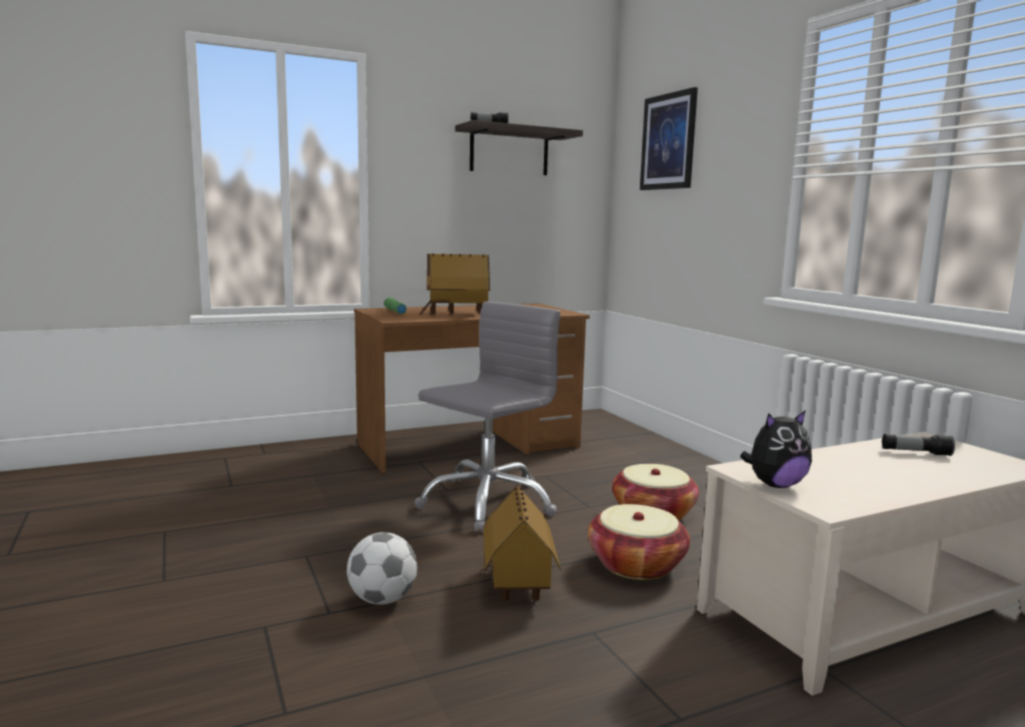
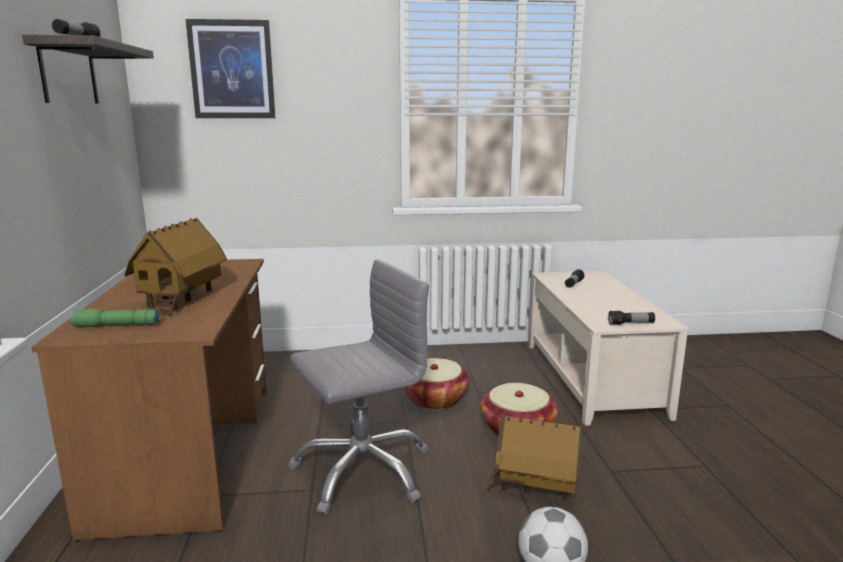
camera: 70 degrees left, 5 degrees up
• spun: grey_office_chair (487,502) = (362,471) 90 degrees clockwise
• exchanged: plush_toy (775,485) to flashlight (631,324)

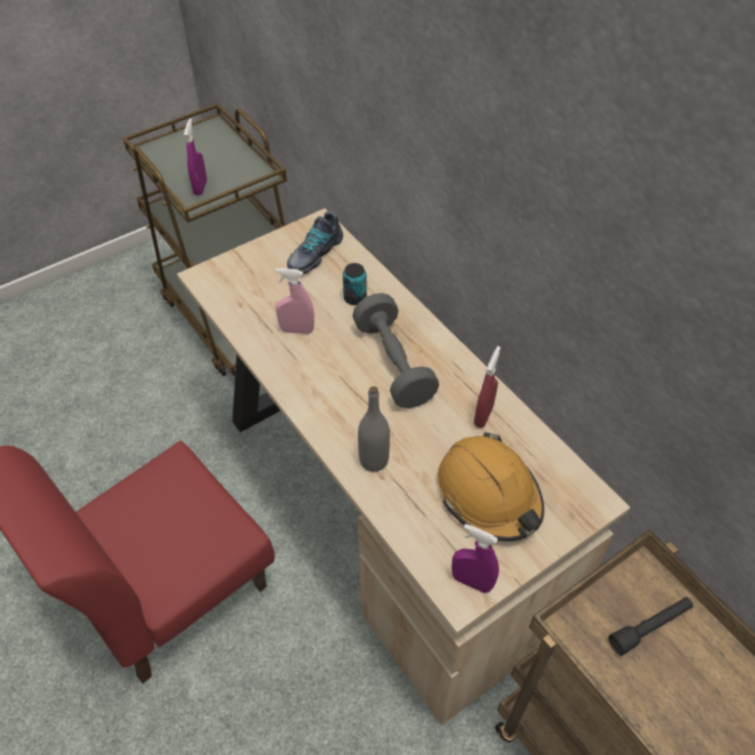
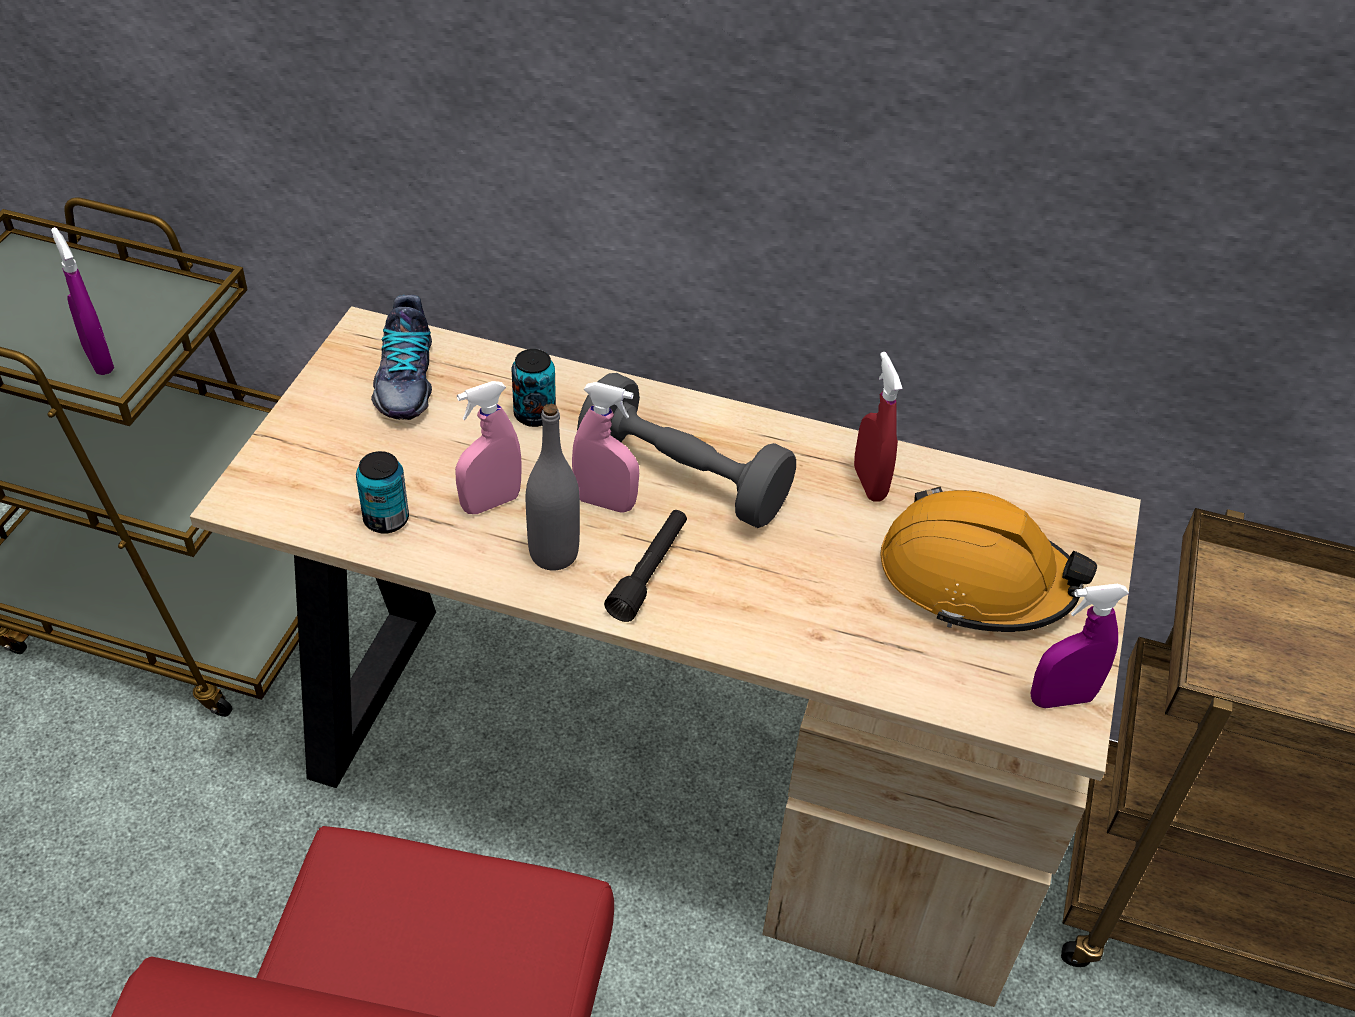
camera: 40 degrees left, 5 degrees down
• relocated: grey_bottle (374,460) to (554,554)
• relocated: black_flashlight (650,627) to (649,572)
• appeared: can (386,519)
• appeared: pink_spray_bottle (605,502)

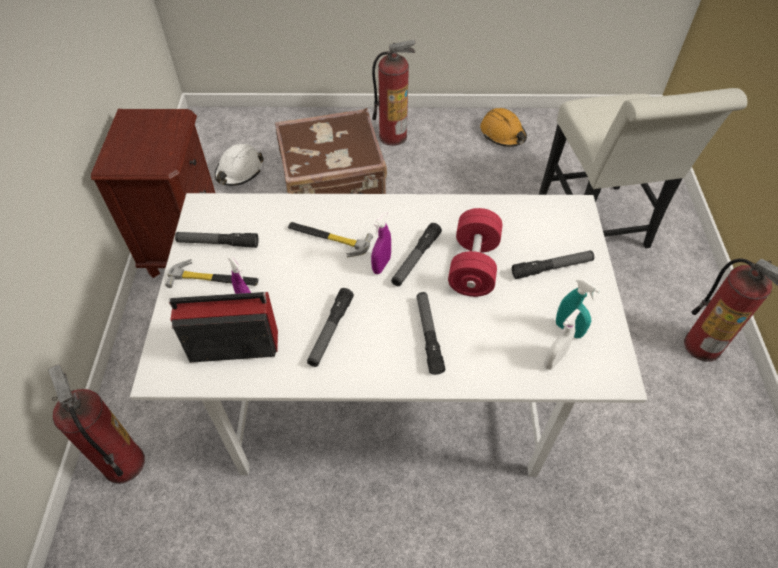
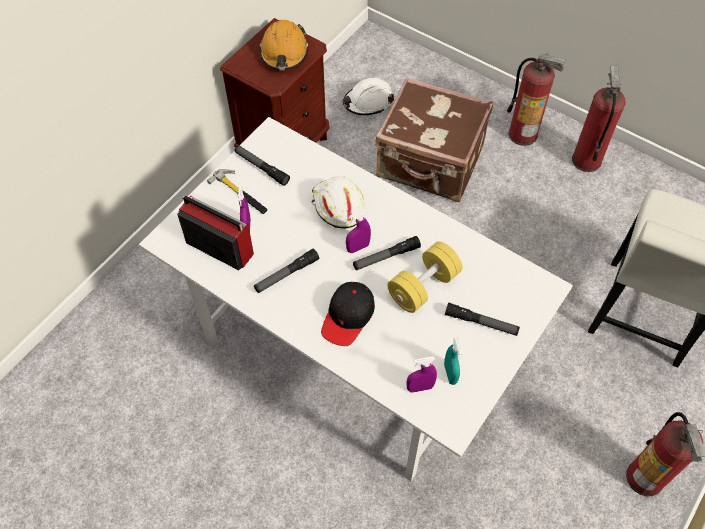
camera: 35 degrees right, 5 degrees up
• relocated: fire_extinguisher (123,463) to (586,160)
• exchanged: hammer (328,239) to white_hard_hat (337,206)
• exchanged: flashlight (428,335) to black_cap (348,317)
• colour: red_dumbbell (473,266) to yellow_dumbbell (423,286)
• relocated: orange_hard_hat (502,134) to (284,53)
• colour: white_spray_bottle (554,360) to purple_spray_bottle (420,387)

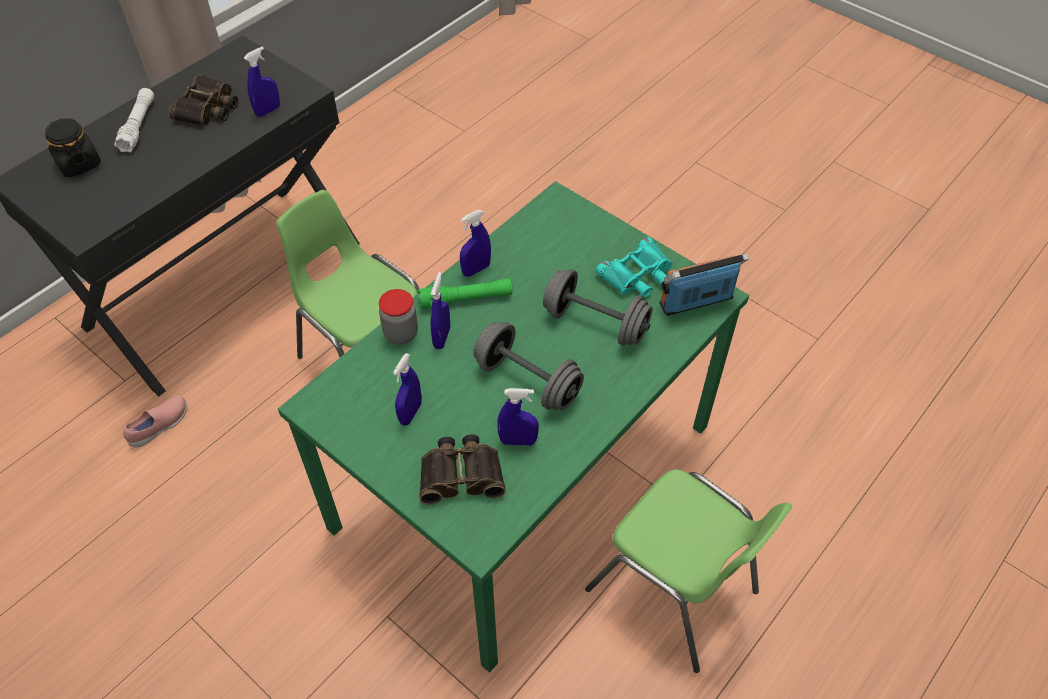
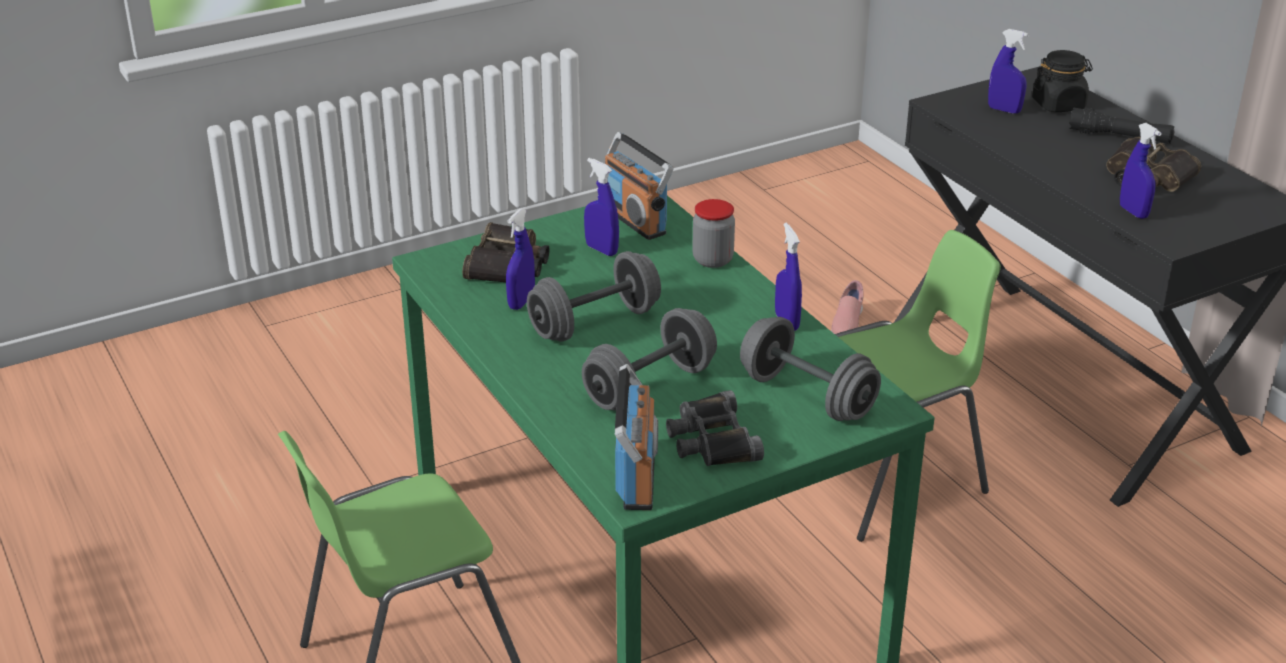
camera: 110 degrees right, 20 degrees down
• colour: white_flashlight (138,126) to black_flashlight (1120,137)
• spun: pink_shoe (160,426) = (846,326) 45 degrees clockwise
• missing: green_flashlight (466,299)
• relocated: blue_spray_bottle (442,337) to (1004,110)
• colour: turquoise_binoculars (638,275) to black_binoculars (711,440)
• appeared: radio (634,219)
• appeared: grey_dumbbell (807,396)

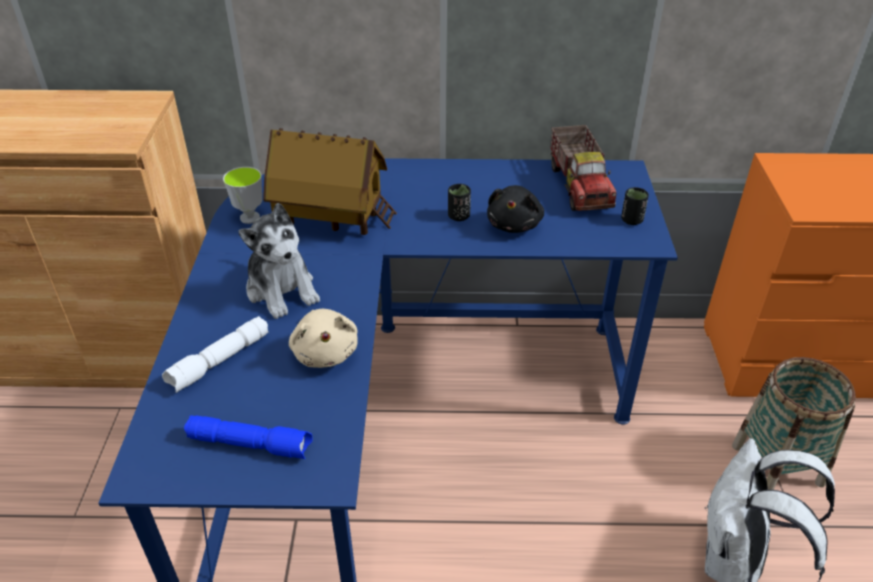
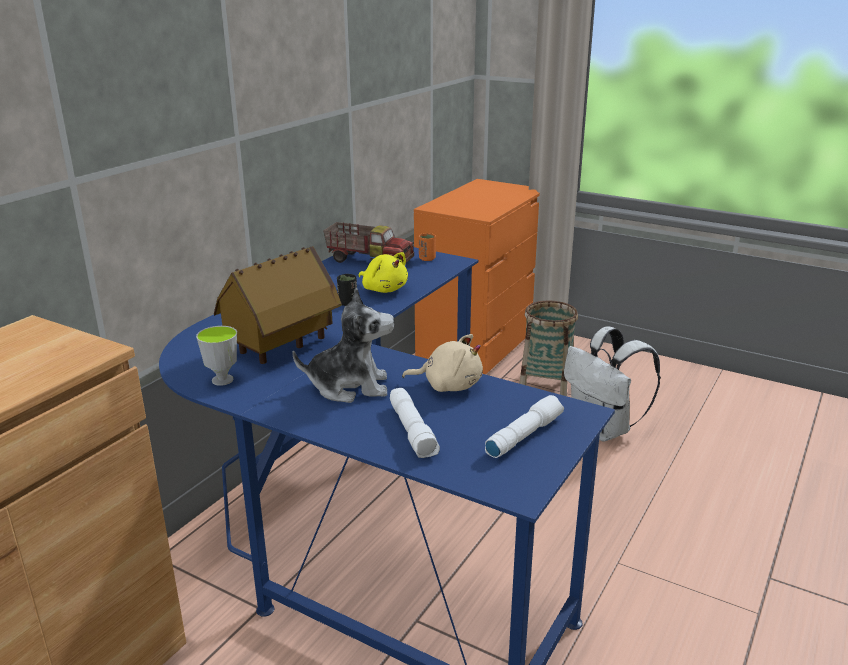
camera: 60 degrees left, 15 degrees down
• colour: blue_flashlight (251,443) to white_flashlight (523,435)
• colour: black_plush_toy (514,224) to yellow_plush_toy (384,289)
• colour: black_cup (631,220) to orange_cup (427,259)

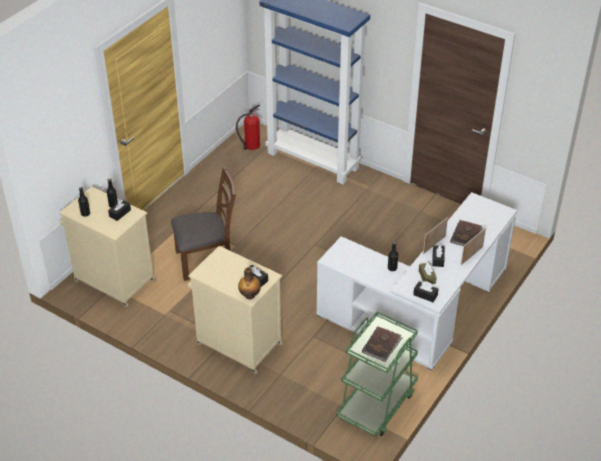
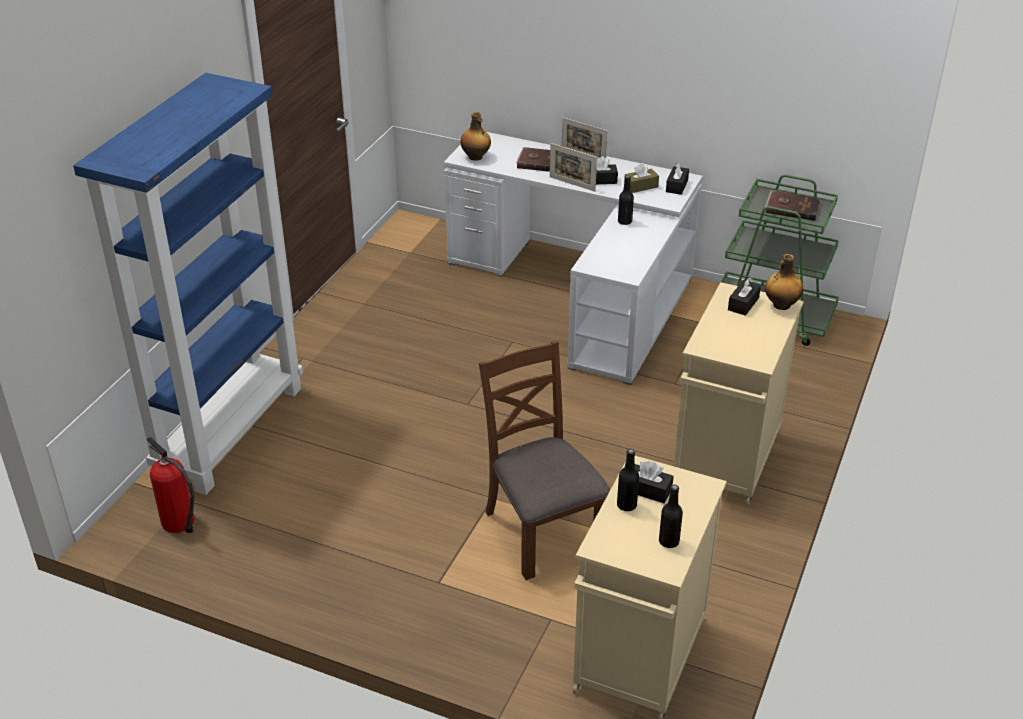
camera: 100 degrees left, 5 degrees down
• appeared: bottle (476,157)

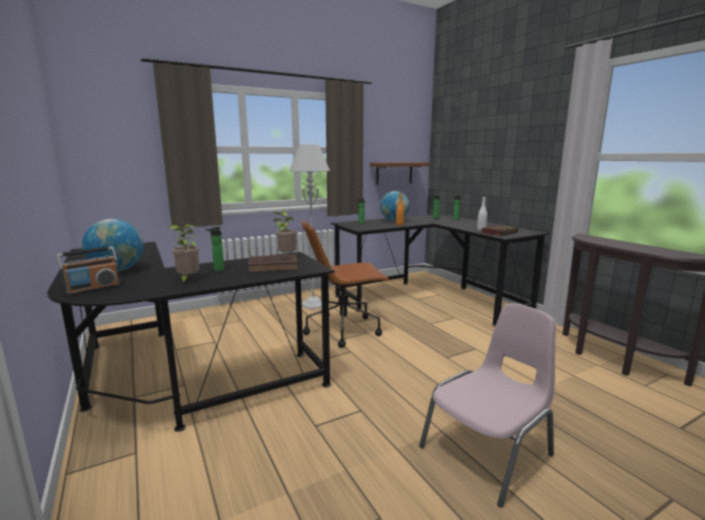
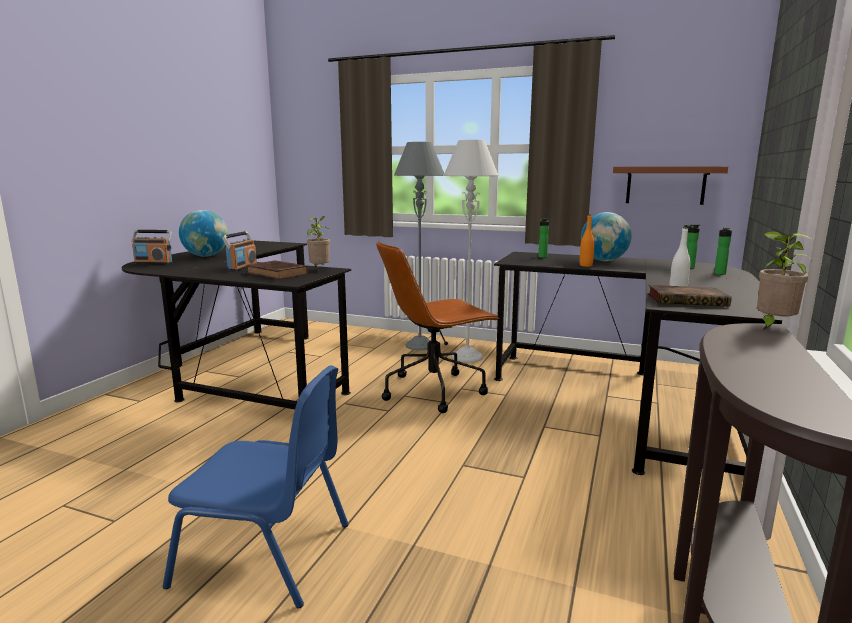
camera: 50 degrees right, 0 degrees up
• relocated: potted_plant (188,280) to (773,326)
• exchanged: bottle (217,270) to radio (242,267)
• spun: brown_office_chair (344,329) = (435,390) 60 degrees counterclockwise
• colour: pink_chair (488,451) to blue_chair (266,554)
• appeared: grey_floor_lamp (420,345)

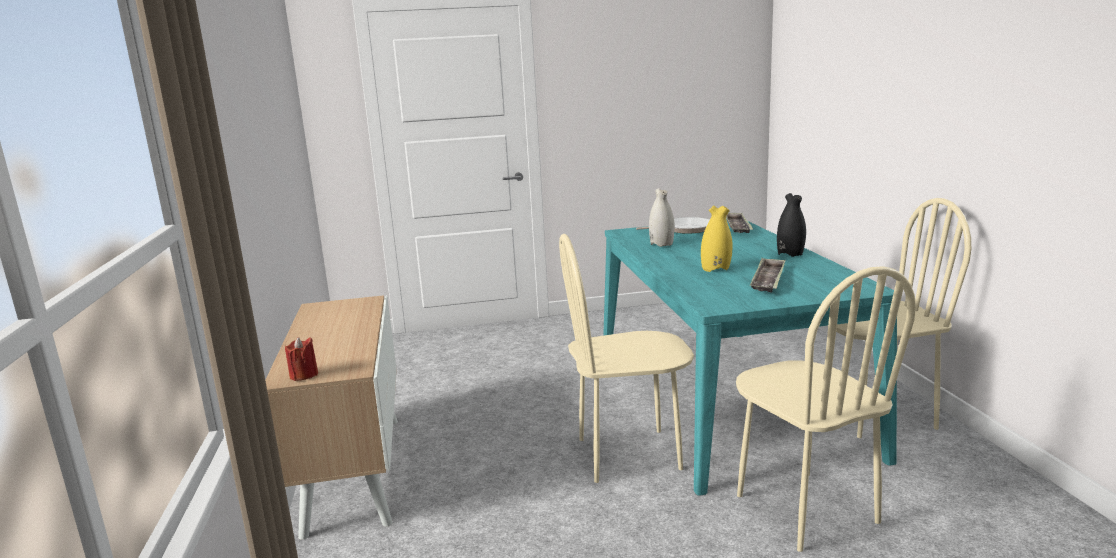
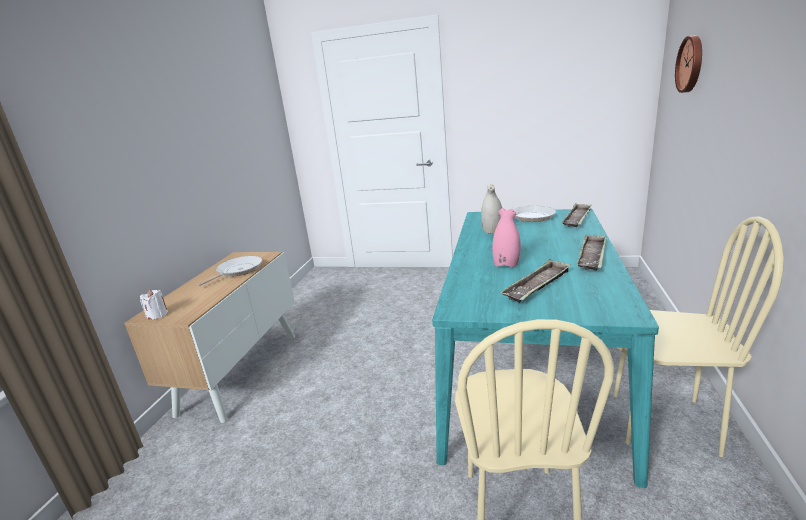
camera: 25 degrees right, 5 degrees up
• colour: red_candle (304,375) to white_candle (157,315)
• missing: beige_chair (629,454)
• colour: yellow_vase (716,269) to pink_vase (506,264)
• exchanged: black_vase (790,254) to tray (592,256)
• appeared: frying_pan (237,270)
• appeared: wall_clock (691,64)

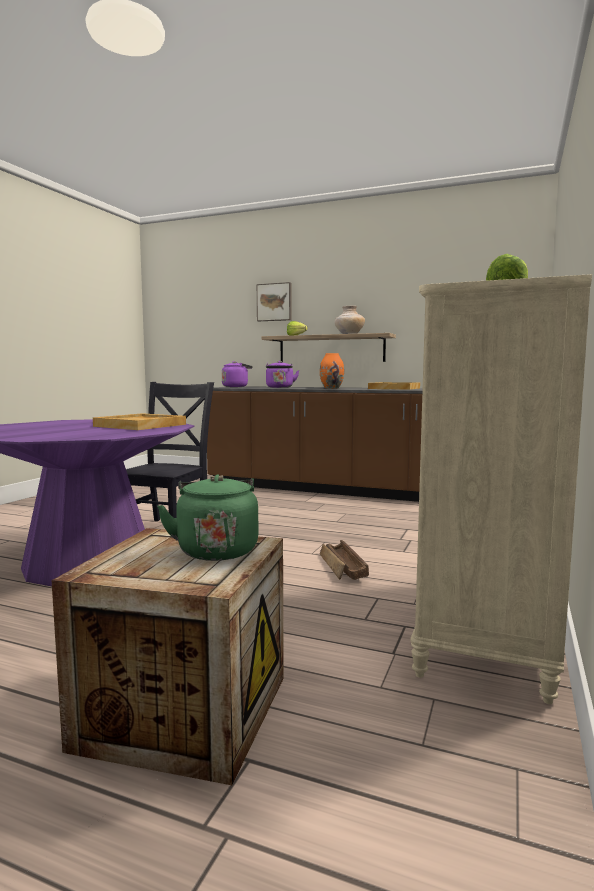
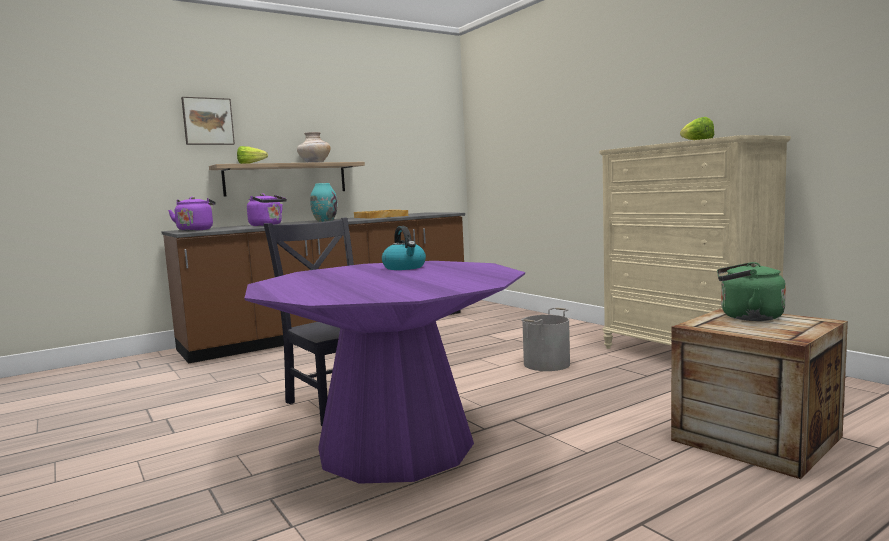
camera: 55 degrees left, 0 degrees up
• exchanged: beige_tray (141,425) to kettle (405,267)
• colour: orange_vase (331,388) to turquoise_vase (325,221)
• exchanged: crate (343,568) to grey_bucket (547,364)

